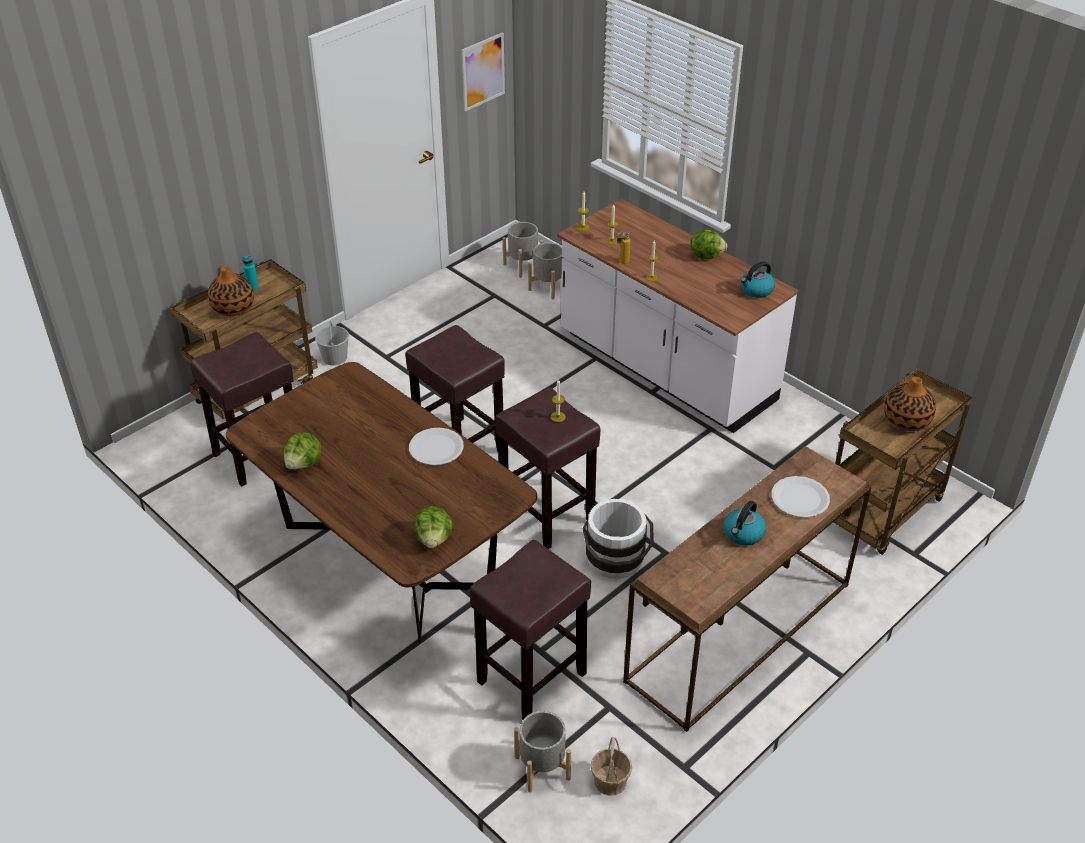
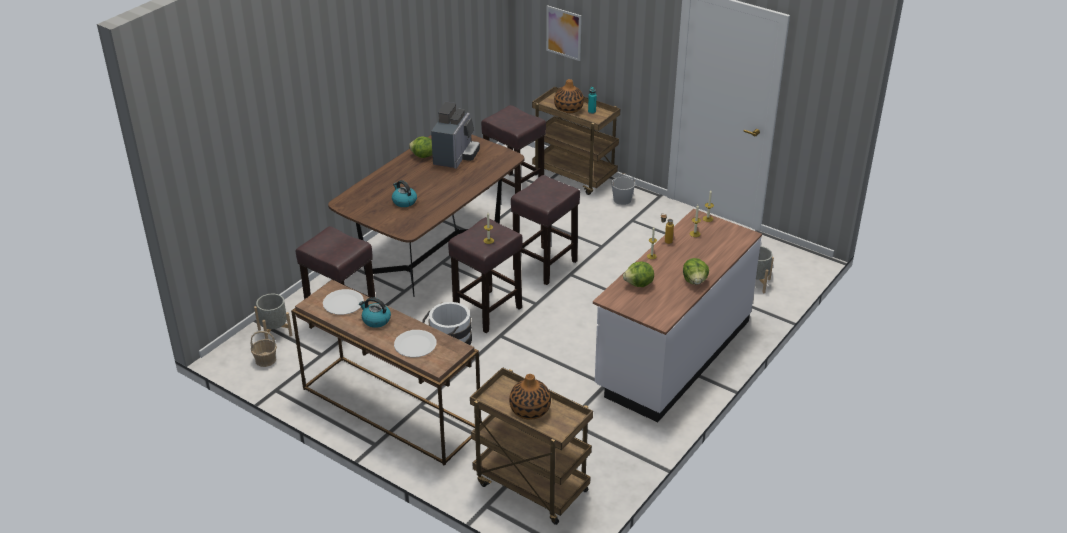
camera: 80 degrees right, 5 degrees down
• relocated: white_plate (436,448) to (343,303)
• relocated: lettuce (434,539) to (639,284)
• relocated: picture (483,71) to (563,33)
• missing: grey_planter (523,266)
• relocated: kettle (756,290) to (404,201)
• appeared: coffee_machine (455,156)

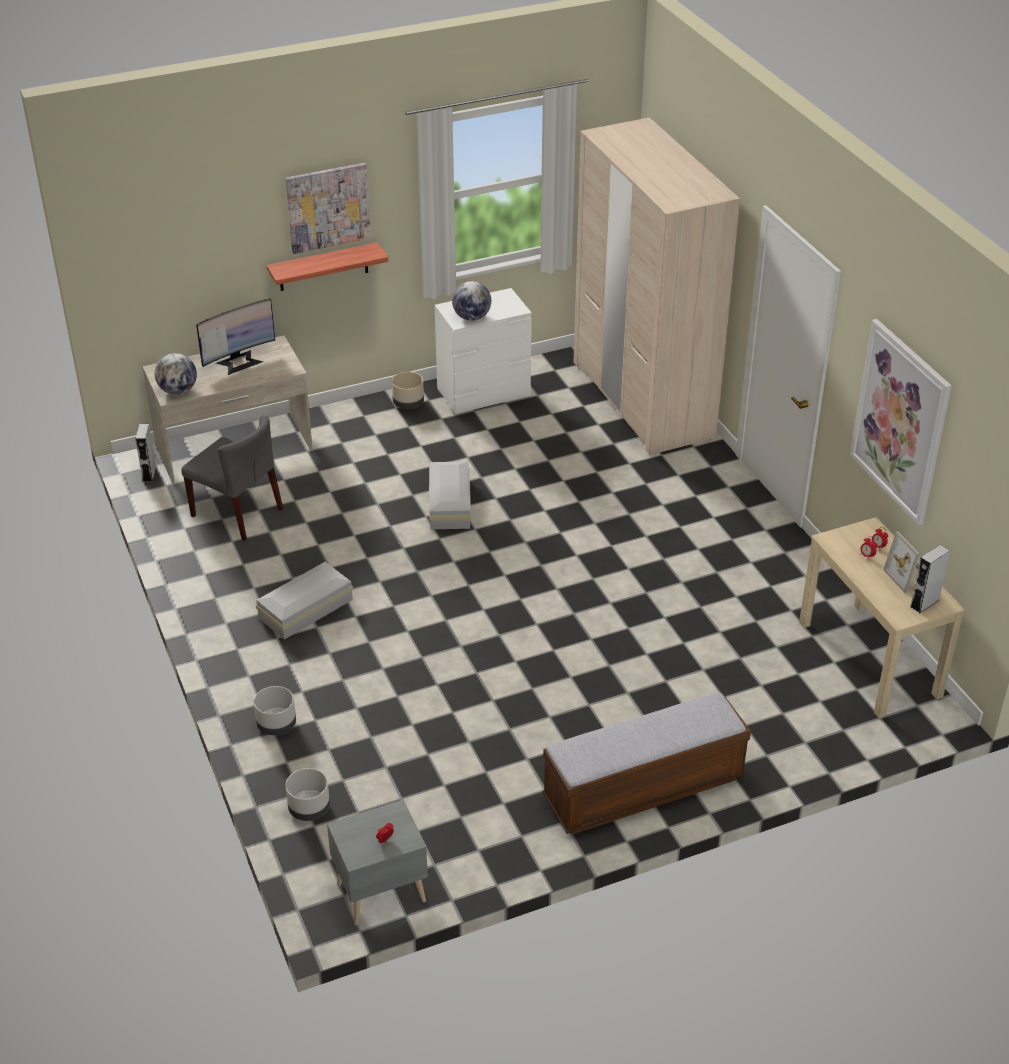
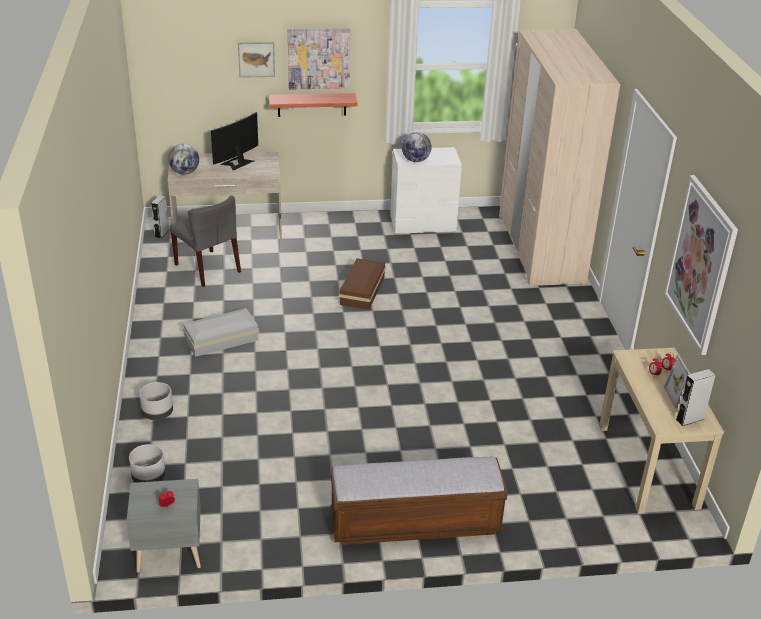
camera: 15 degrees right, 5 degrees down
• spun: monitor (239,362) = (237,162) 150 degrees clockwise
• missing: beige_planter (408,404)
• colour: white_storage_box (451,503) to brown_storage_box (363,290)
• appeared: picture (256,59)

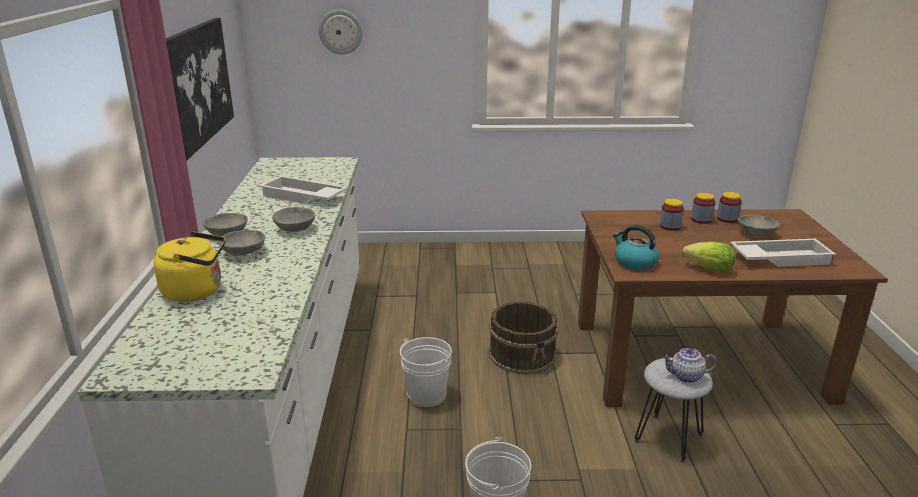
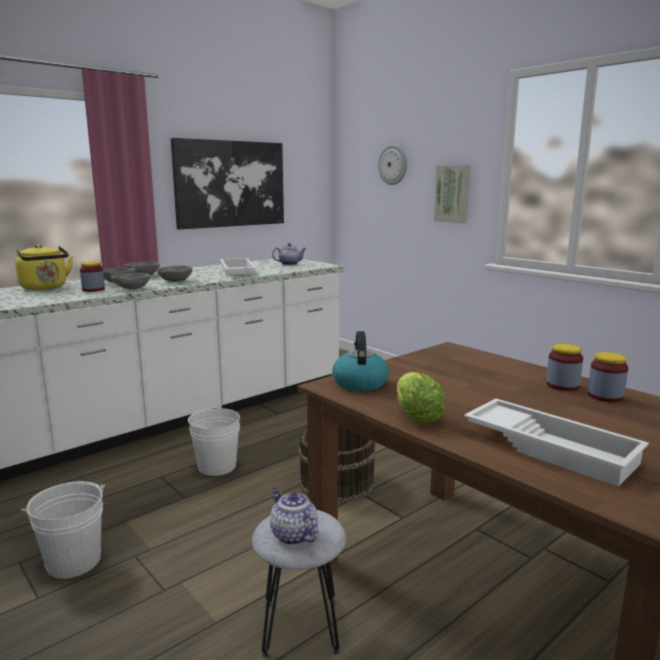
camera: 50 degrees right, 10 degrees down
• relocated: jar (670,226) to (93,289)
• relocated: grey_bowl (756,234) to (131,289)
• appeared: teapot (290,264)
• appeared: picture (453,194)

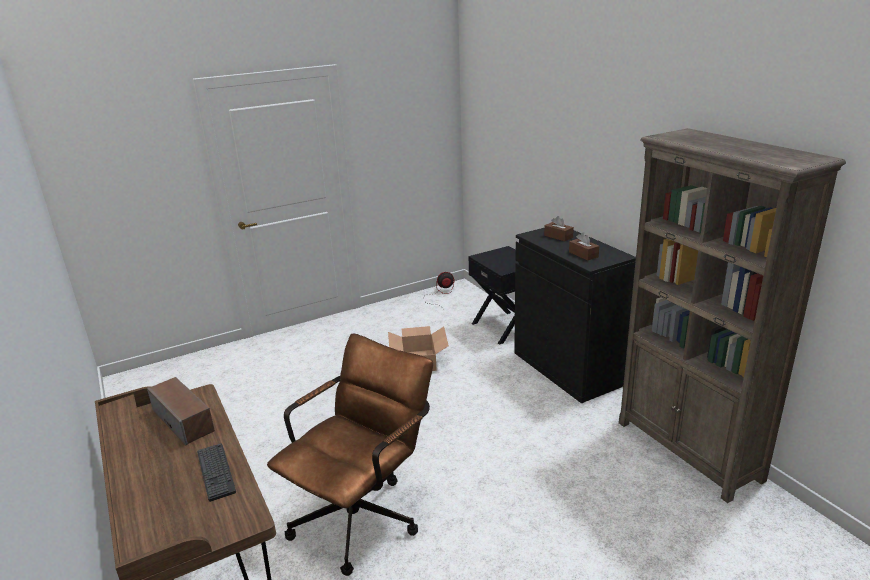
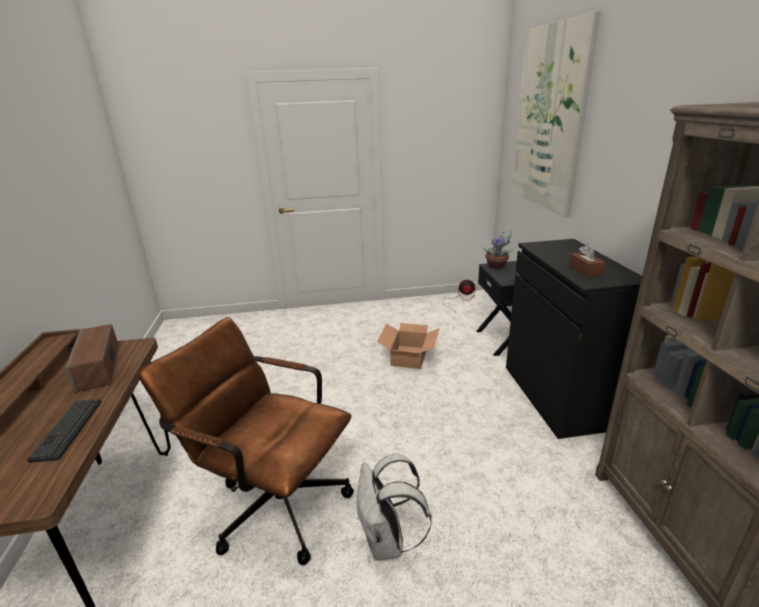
camera: 20 degrees right, 0 degrees up
• spun: brown_office_chair (363,514) = (272,501) 120 degrees counterclockwise
• missing: brown_tissue_box (558,236)
• appeared: white_backpack (387,542)
• appeared: potted_plant (497,267)
• appeared: picture (549,119)

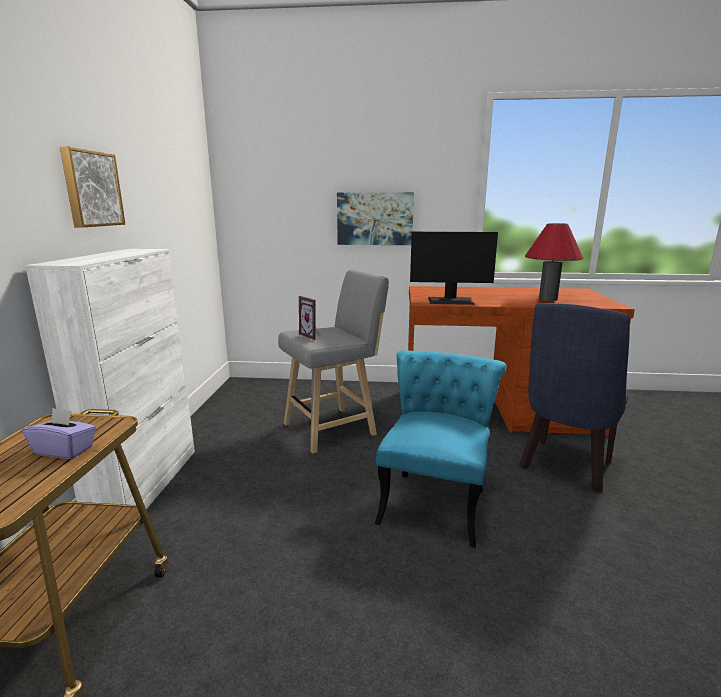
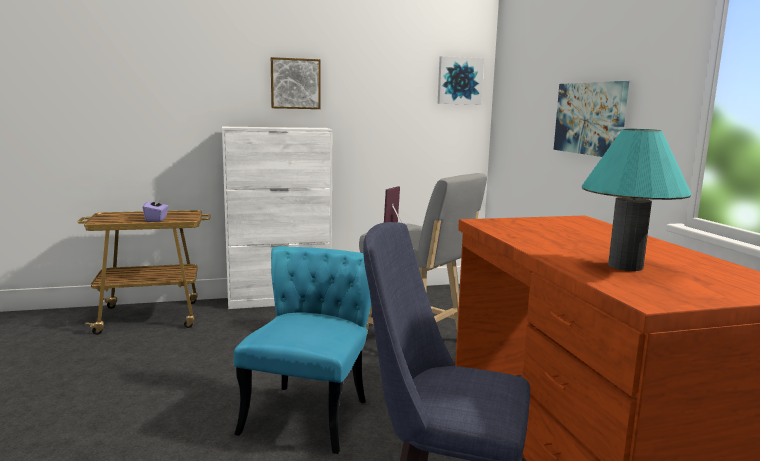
camera: 70 degrees right, 5 degrees down
• spun: turquoise_chair (435,499) = (311,410) 75 degrees counterclockwise
• missing: monitor (451,301)
• colour: red_table_lamp (548,299) to turquoise_table_lamp (625,266)
• appeared: picture (459,81)

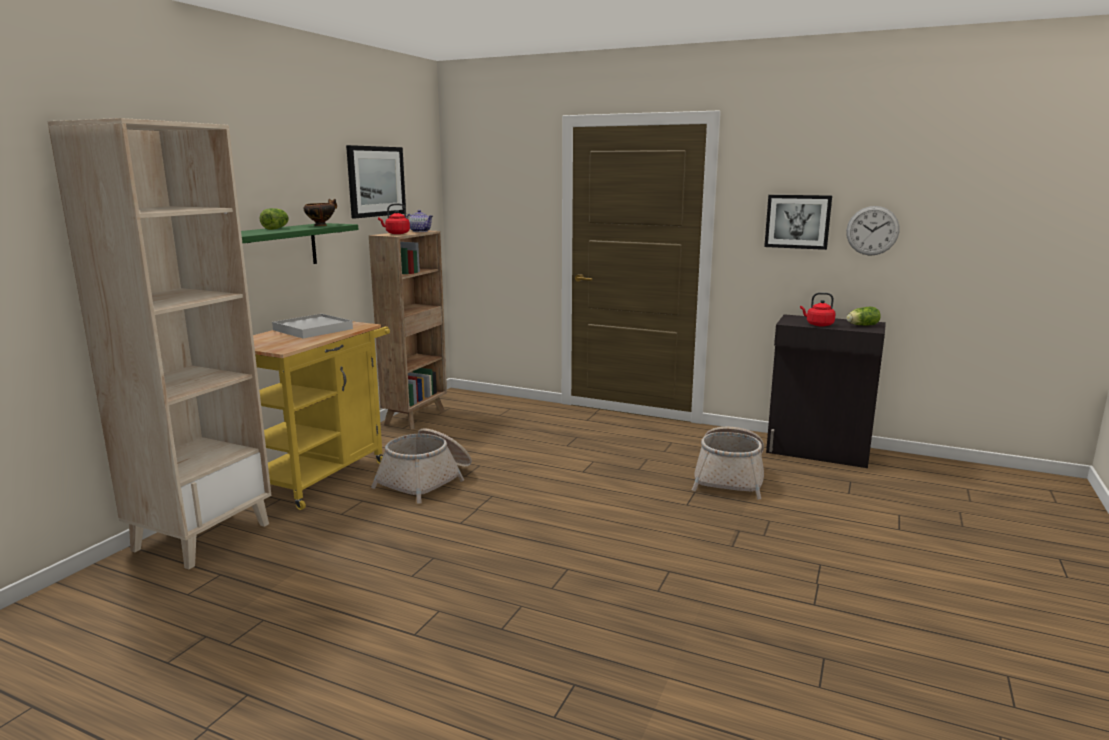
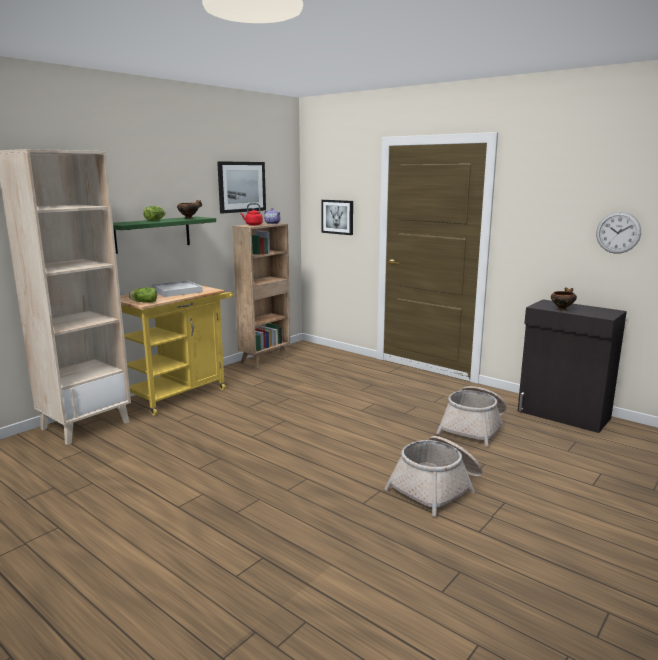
camera: 15 degrees right, 0 degrees up
• relocated: basket (427,480) to (437,487)
• relocated: picture (797,221) to (337,217)
• exchanged: red_kettle (818,325) to bowl (562,309)
• relocated: lettuce (861,325) to (143,302)

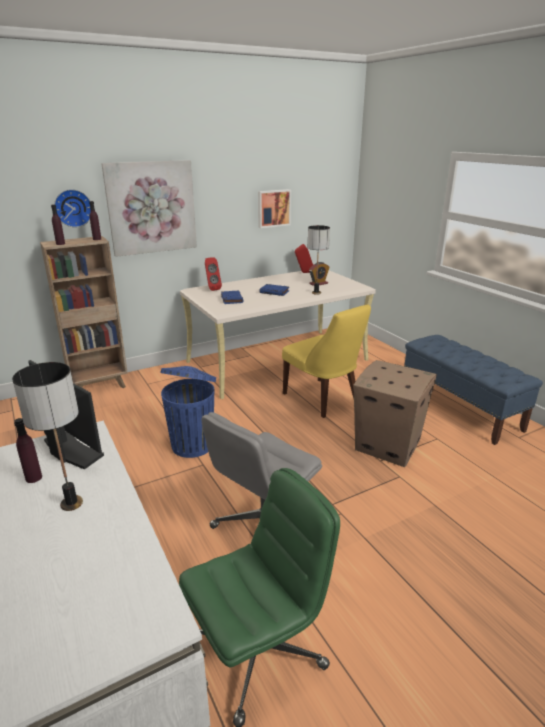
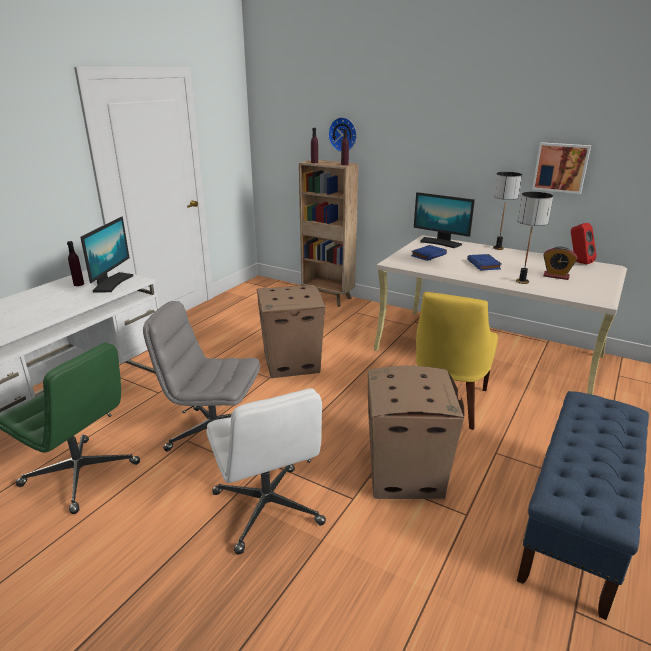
camera: 60 degrees right, 0 degrees up
• relocated: table_lamp (71,504) to (498,248)
• missing: picture (151,208)
• exchanged: blue_trash_can (193,444) to cardboard_box (292,363)
• exchanged: red_speaker (212,289) to monitor (440,243)
• appeared: white_office_chair (268,509)

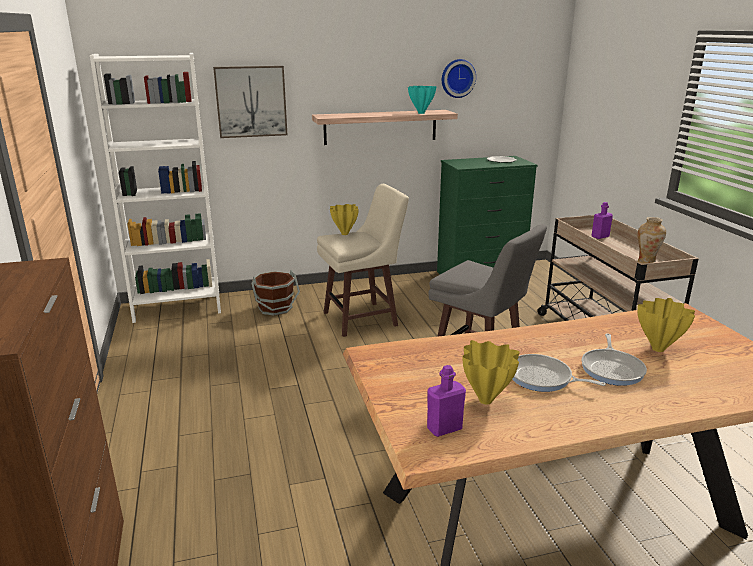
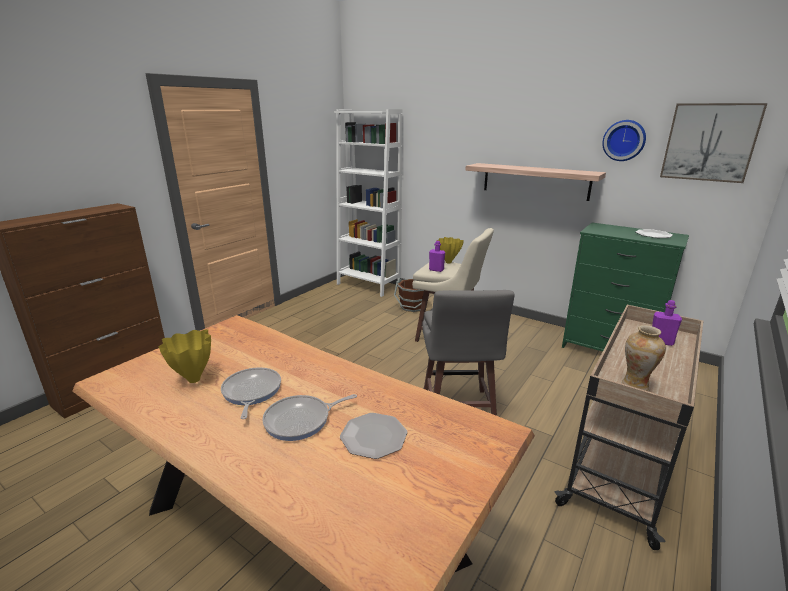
camera: 50 degrees right, 0 degrees up
• relocated: picture (251,101) to (709,142)
• missing: turquoise_vase (420,113)
• relocated: purple_bottle (444,428) to (436,270)
• exchanged: yellow_vase (657,349) to plate (374,436)

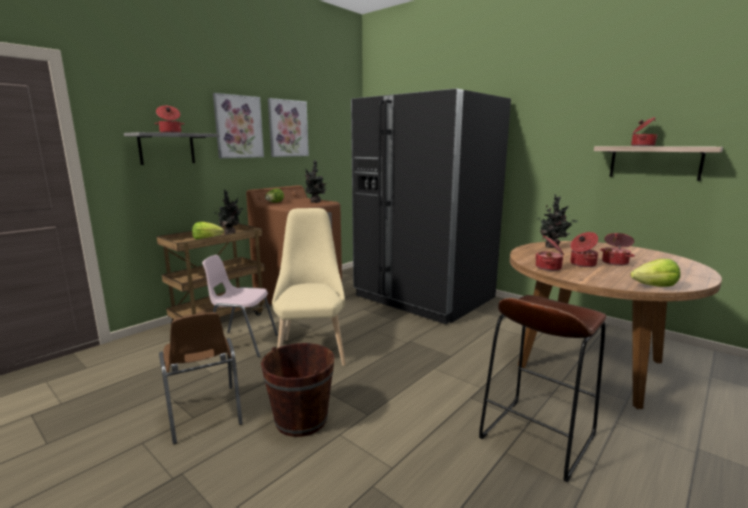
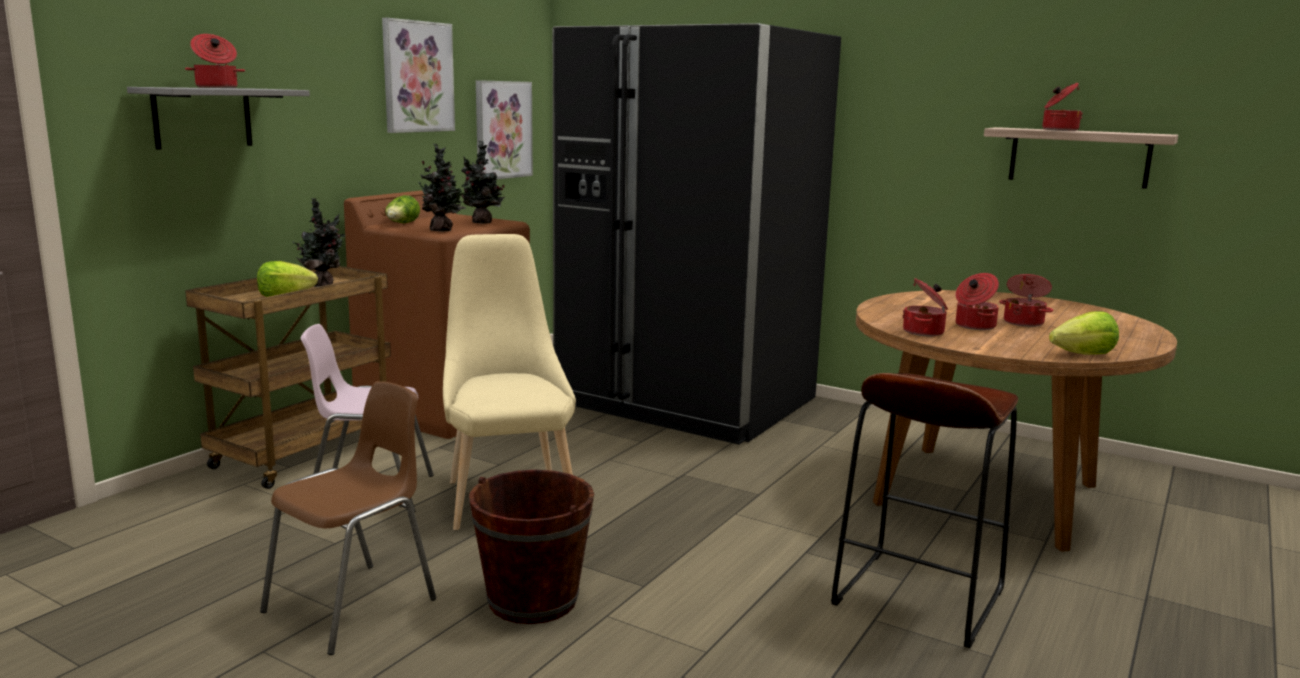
camera: 10 degrees left, 0 degrees up
• spun: brown_chair (204,415) = (355,605) 105 degrees counterclockwise
• relocated: picture (238,127) to (502,130)
• relocated: potted_plant (552,247) to (443,230)

